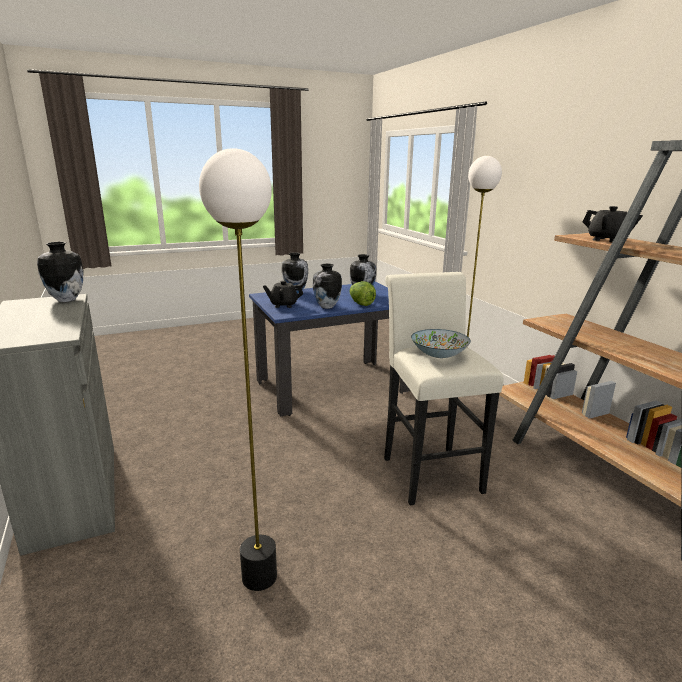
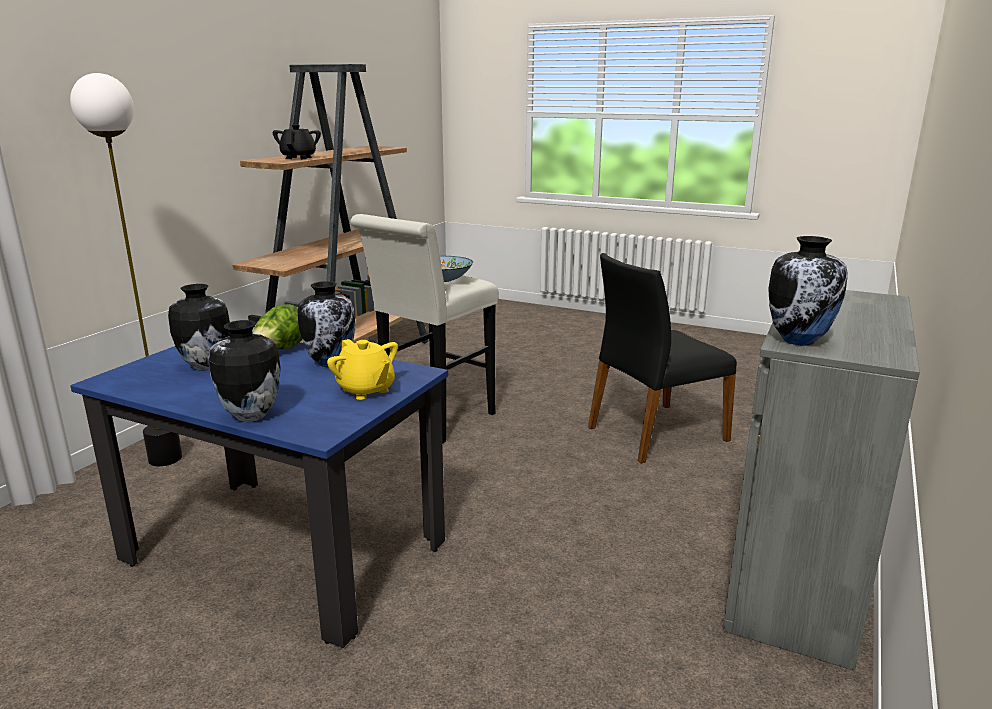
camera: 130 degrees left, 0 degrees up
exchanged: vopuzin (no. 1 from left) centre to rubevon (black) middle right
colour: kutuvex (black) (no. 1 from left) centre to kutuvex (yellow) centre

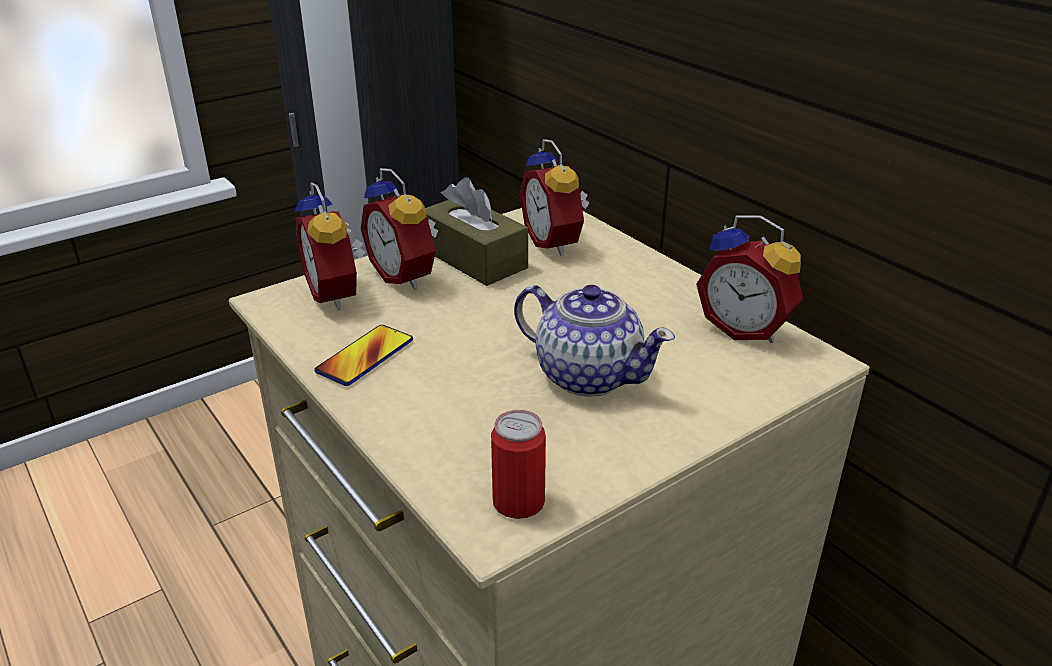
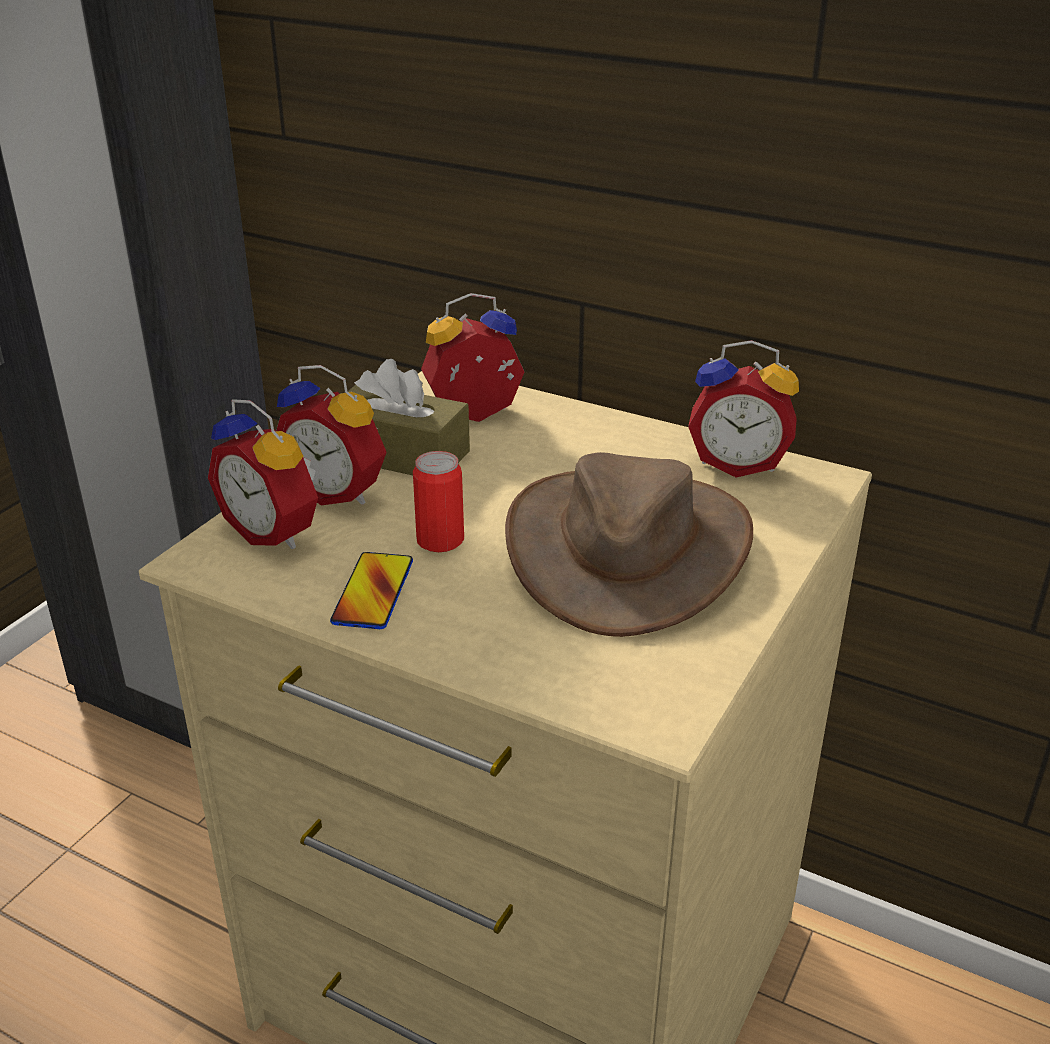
camera: 25 degrees left, 0 degrees up
relocated: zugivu bottom centre to centre
exchanged: kutuvex centre to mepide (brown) centre
spun: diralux (no. 3 from left) top centre = centre 120 degrees clockwise

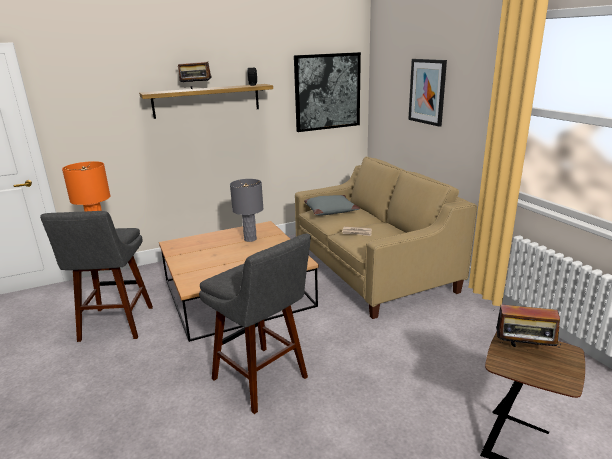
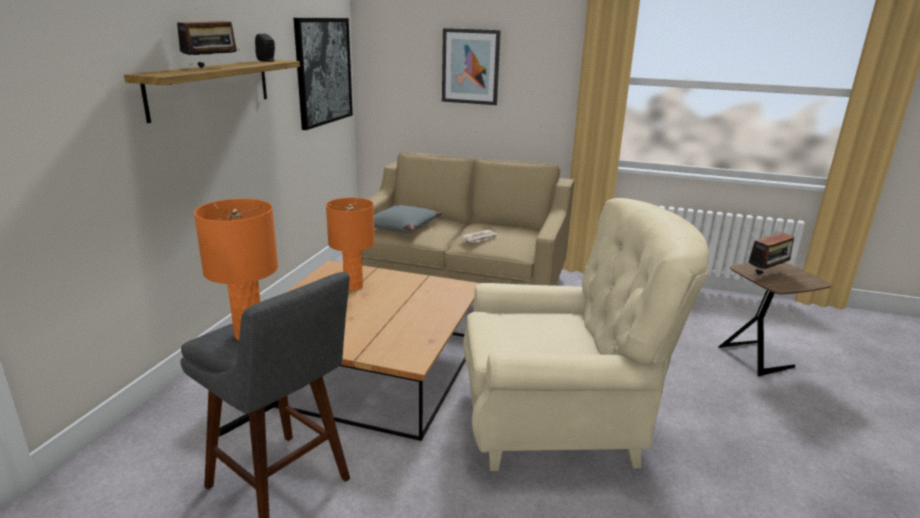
camera: 50 degrees left, 0 degrees up
exchanged: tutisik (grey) (no. 2 from left) bottom centre to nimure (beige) centre
colour: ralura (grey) centre to ralura (orange) (no. 2 from left) centre

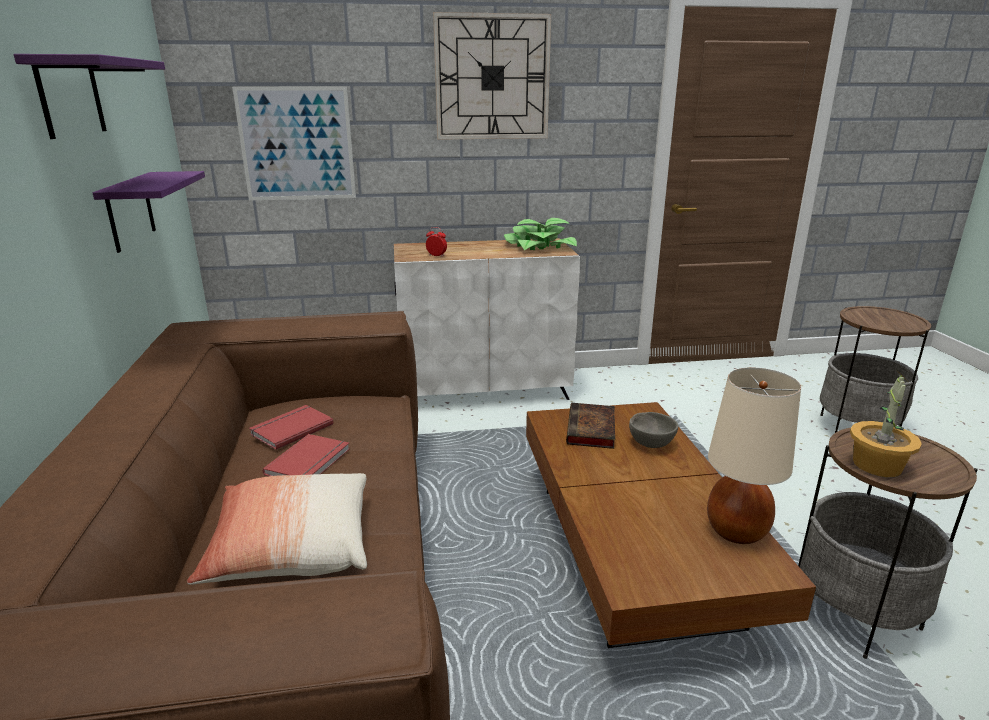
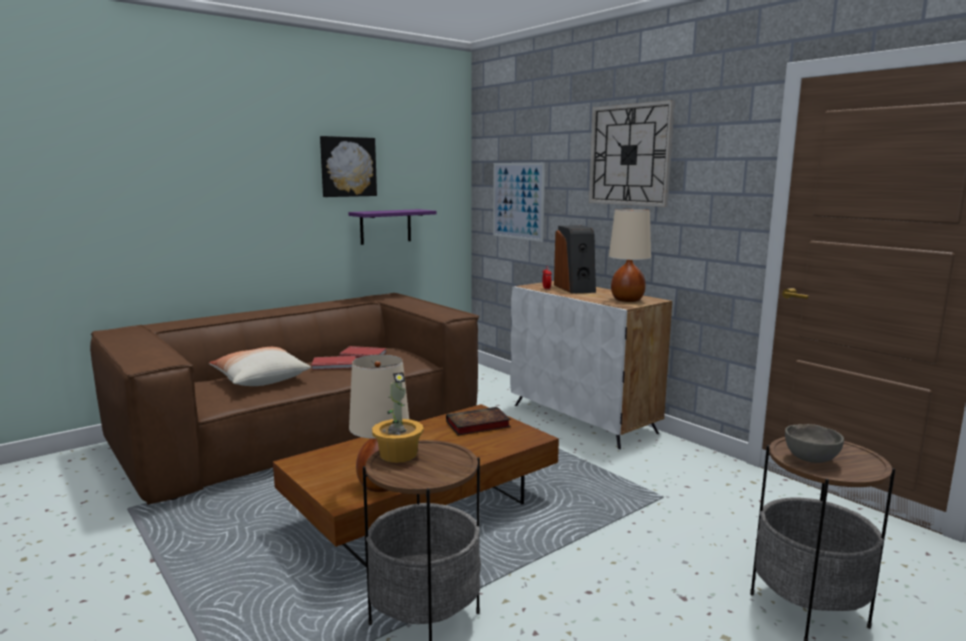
camera: 60 degrees right, 10 degrees down
appeared: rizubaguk centre
relocated: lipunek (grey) centre to bottom right
exchanged: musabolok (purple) (no. 1 from left) top left to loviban (no. 1 from left) top centre; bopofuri (no. 1 from left) top centre to ralura (beige) (no. 2 from left) centre

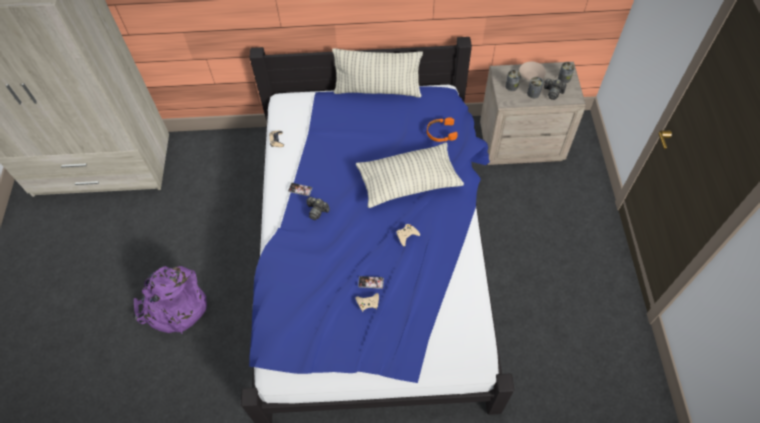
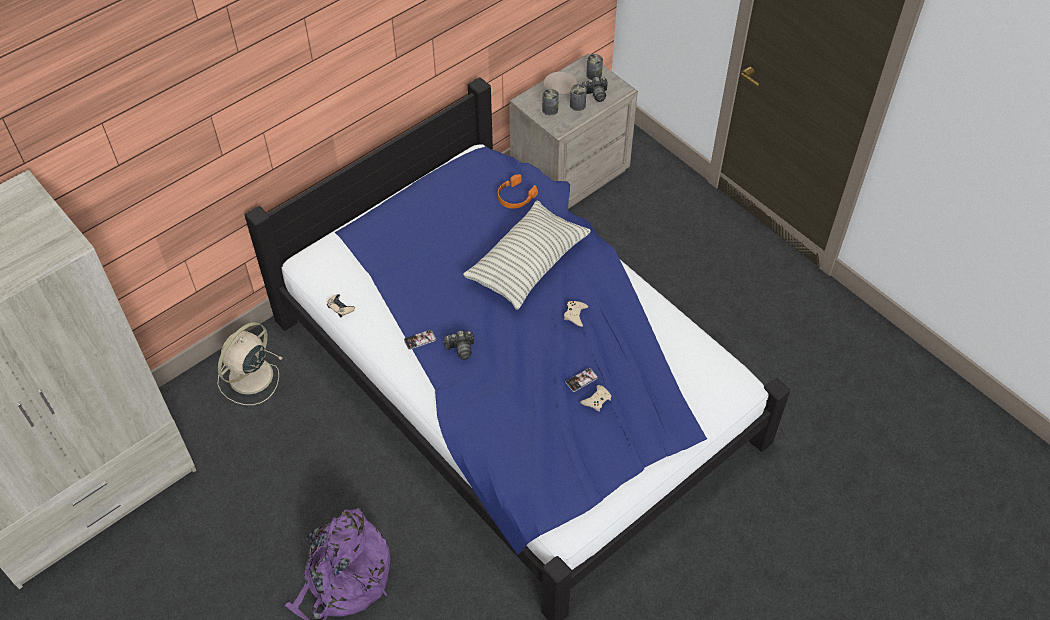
camera: 40 degrees left, 5 degrees down
missing: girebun (no. 1 from left) top centre
appeared: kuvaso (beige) middle left

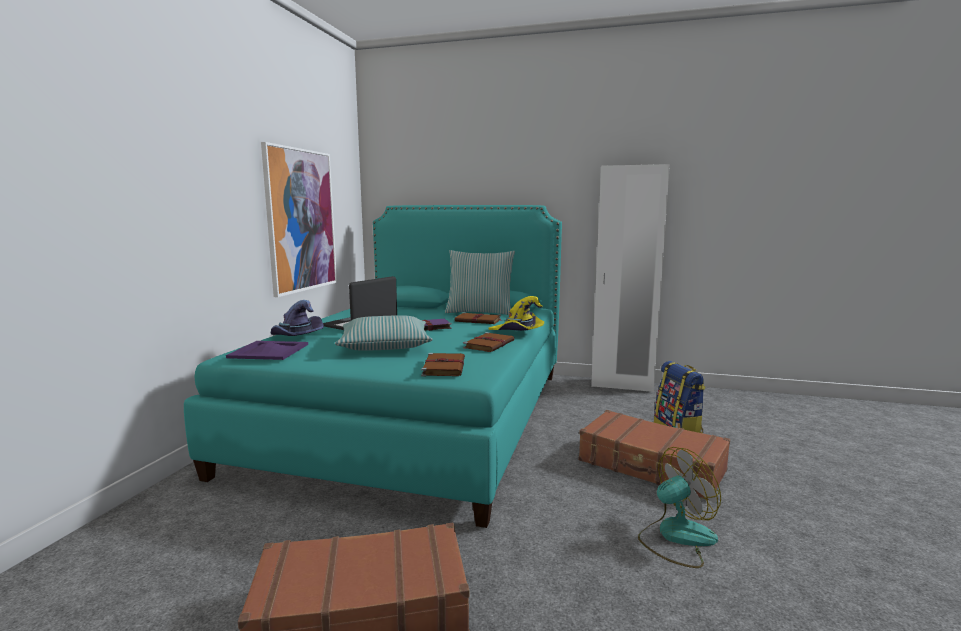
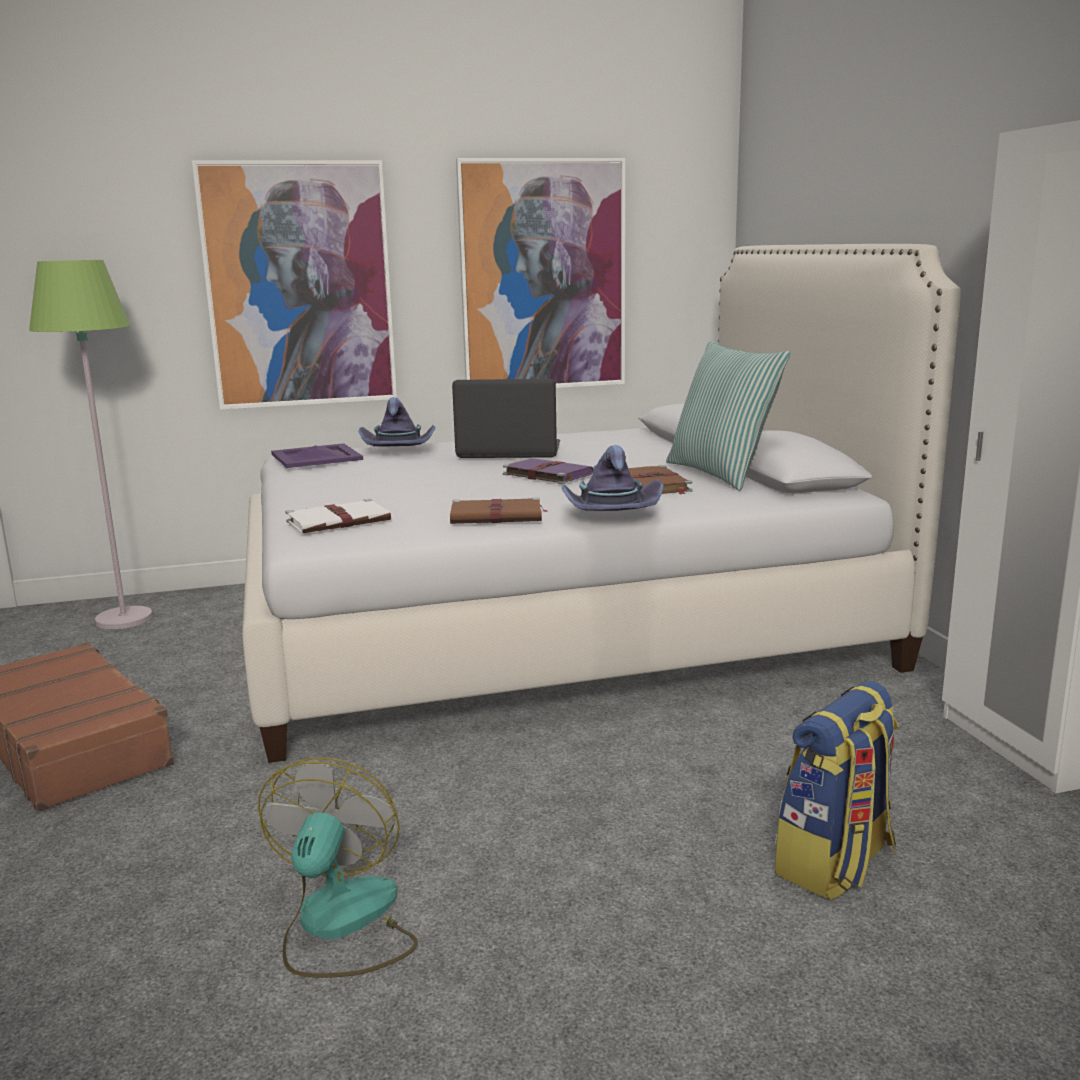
camera: 60 degrees right, 5 degrees up
missing: girebun (no. 1 from left) centre; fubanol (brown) (no. 2 from left) bottom right
appeared: loviban (no. 1 from left) top left; vopuzin (green) middle left
colour: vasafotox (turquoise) centre to vasafotox (white) centre; mepide (yellow) centre to mepide (purple) (no. 2 from left) centre; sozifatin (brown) (no. 1 from left) centre to sozifatin (white) middle left
spun: kuvaso bottom right = bottom left 120 degrees counterclockwise

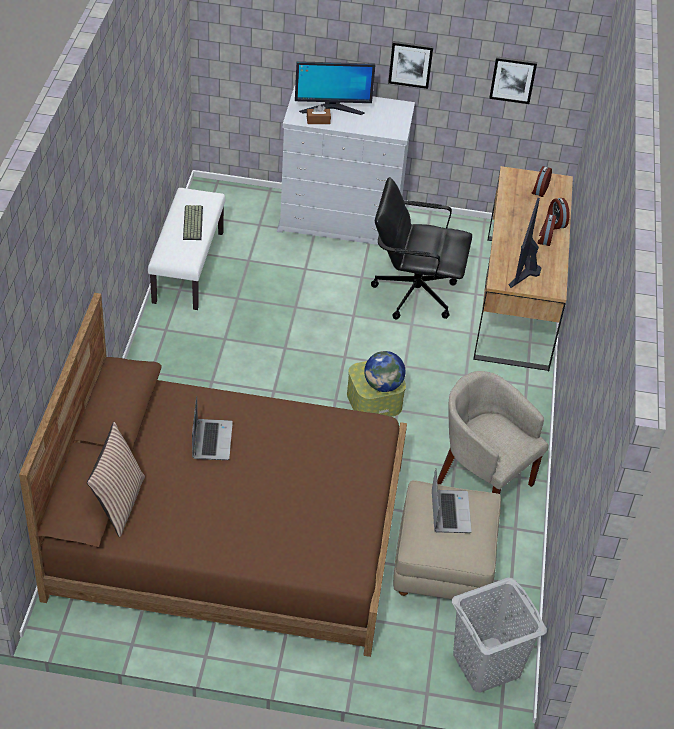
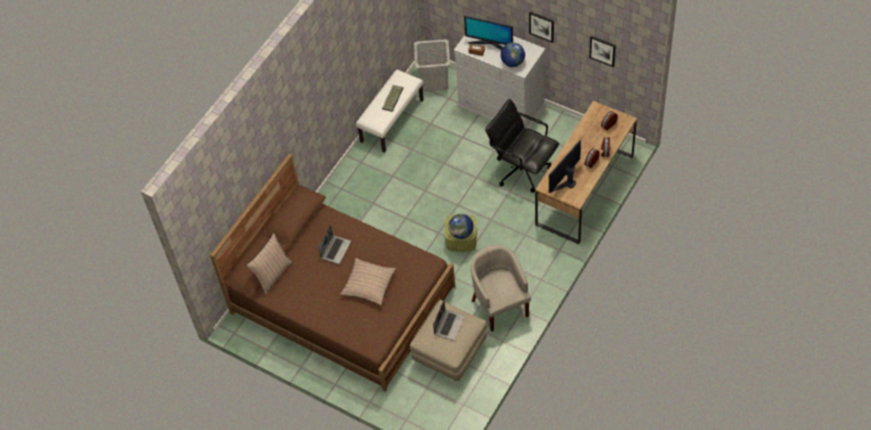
camera: 30 degrees right, 10 degrees up
appeared: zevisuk (no. 2 from left) top centre; girebun (no. 2 from left) centre
relocated: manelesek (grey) bottom right to top centre

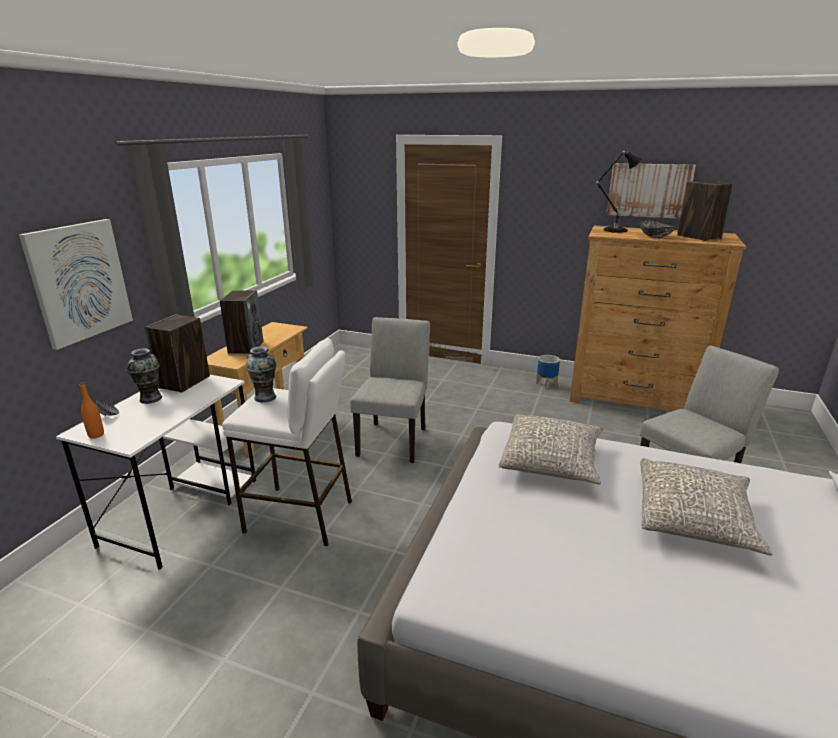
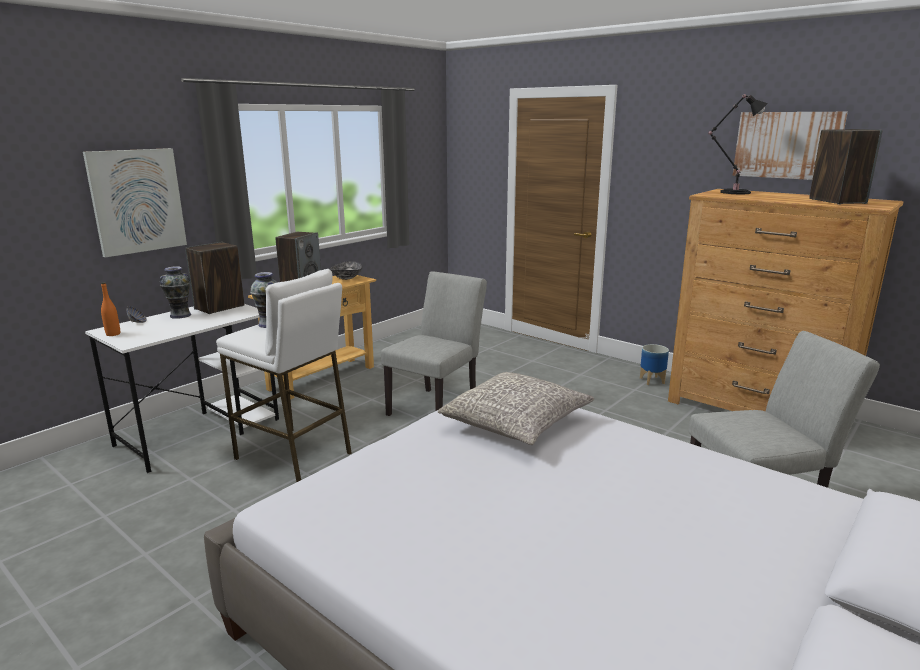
camera: 20 degrees right, 5 degrees down
missing: girebun (grey) (no. 2 from left) bottom right
relocated: lipunek (no. 2 from left) top right to centre

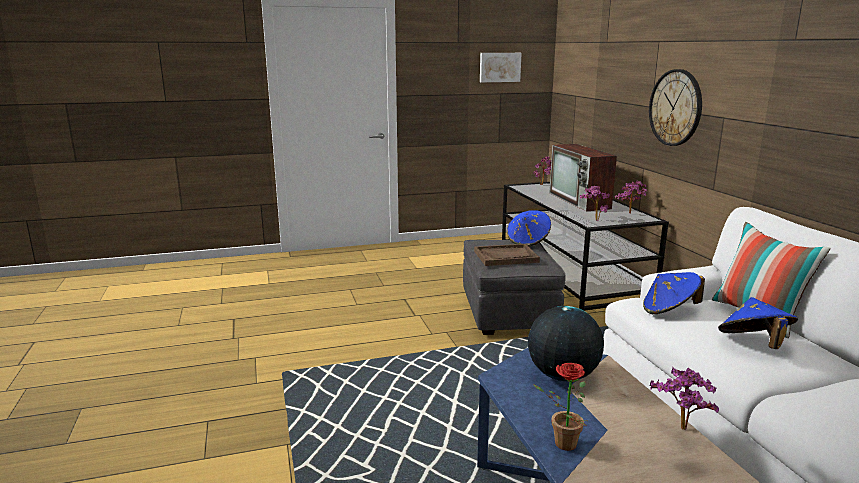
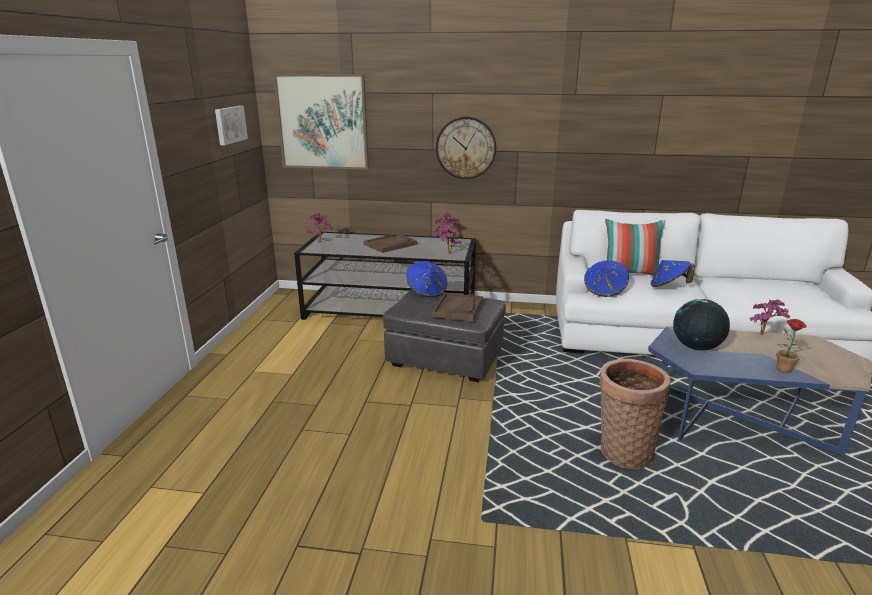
camera: 65 degrees left, 5 degrees up
appeared: loviban (no. 2 from left) top centre; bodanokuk bottom right
exchanged: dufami middle right to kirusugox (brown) (no. 1 from left) centre

